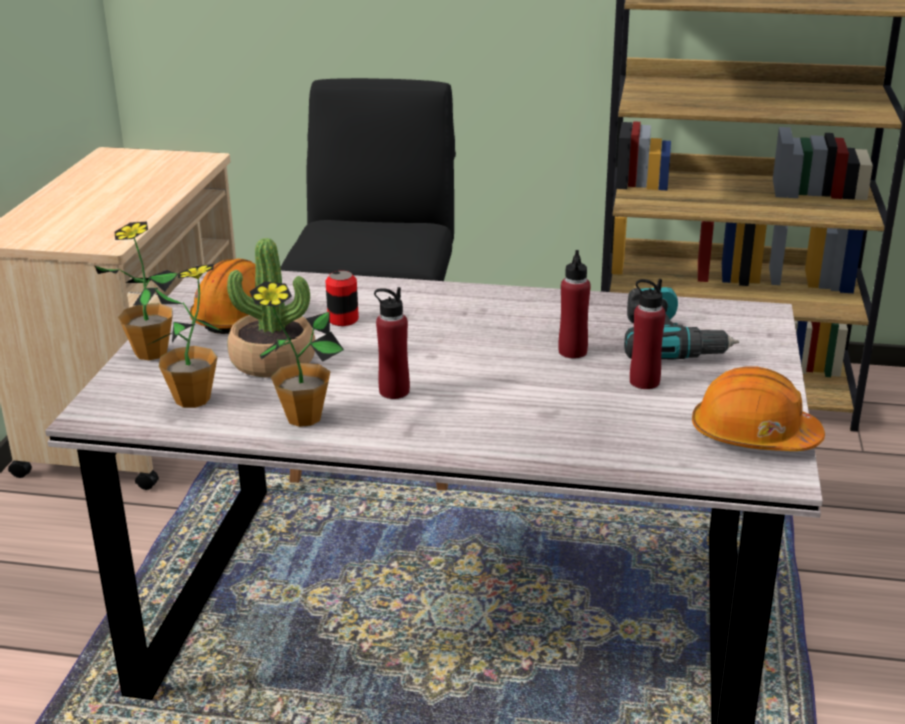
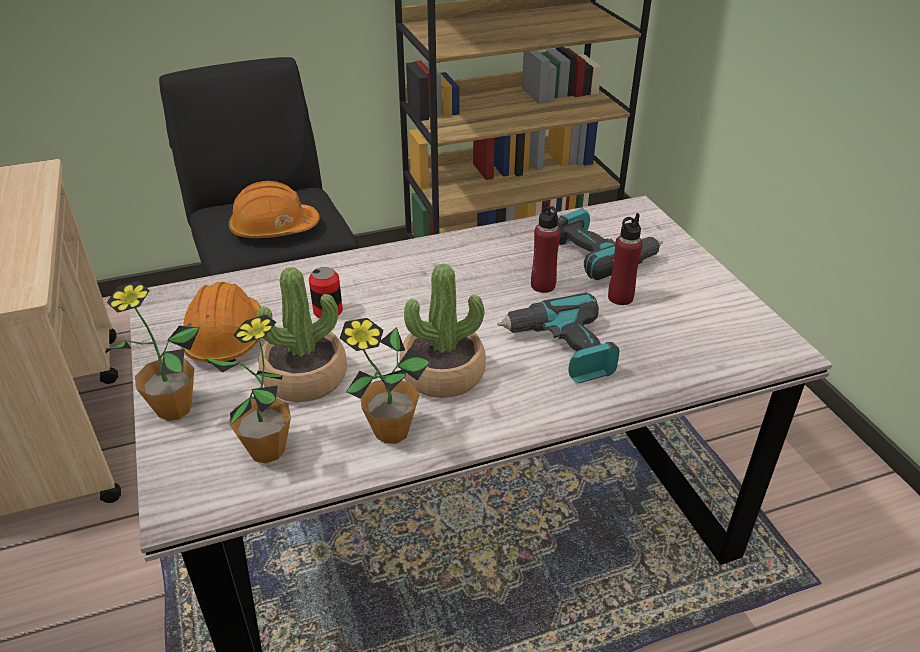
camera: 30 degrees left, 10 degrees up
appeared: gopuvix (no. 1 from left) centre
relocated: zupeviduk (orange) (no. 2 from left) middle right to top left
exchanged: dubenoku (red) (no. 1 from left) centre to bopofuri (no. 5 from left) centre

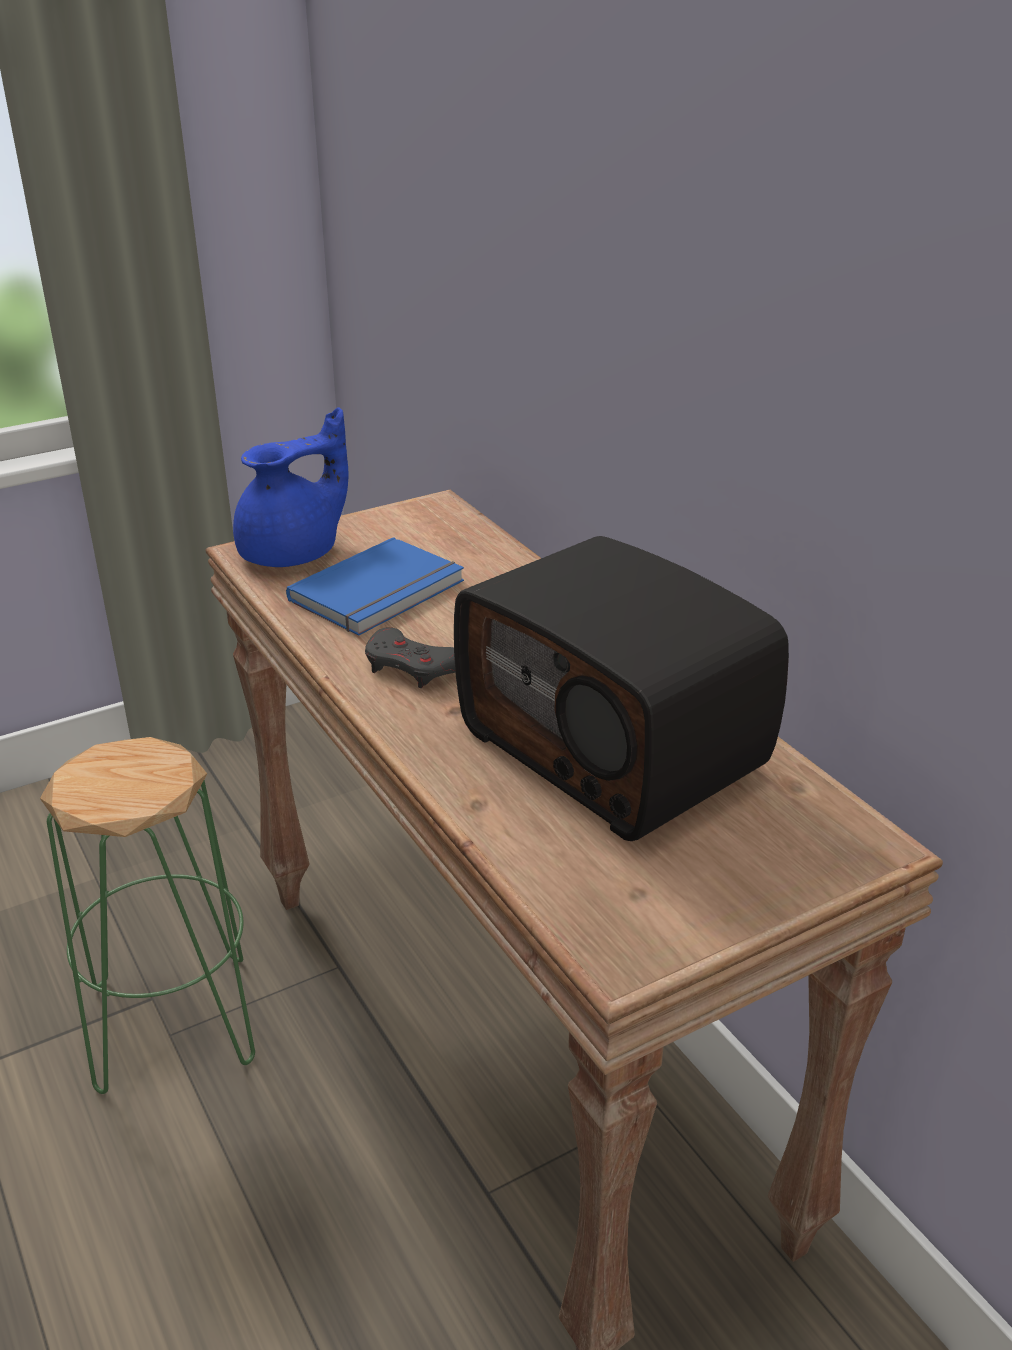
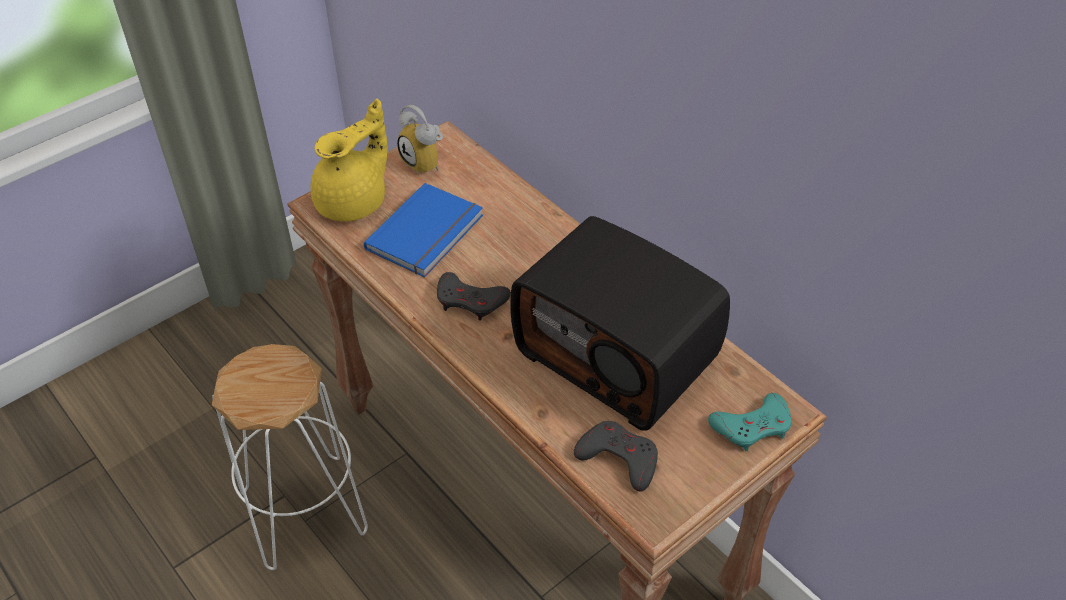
camera: 10 degrees left, 15 degrees up
appeared: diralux top centre; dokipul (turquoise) bottom right; dokipul (grey) (no. 2 from left) bottom centre
colour: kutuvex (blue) middle left to kutuvex (yellow) top left; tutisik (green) bottom left to tutisik (white) bottom left

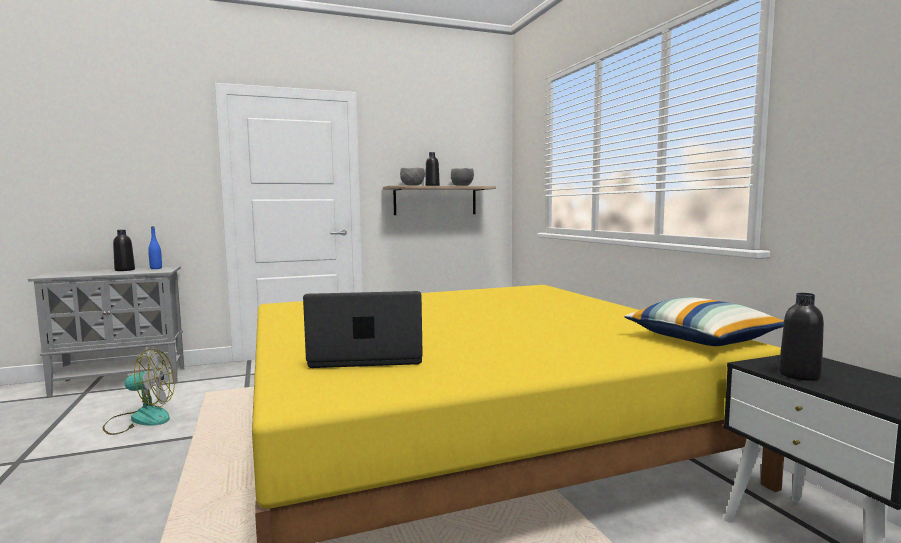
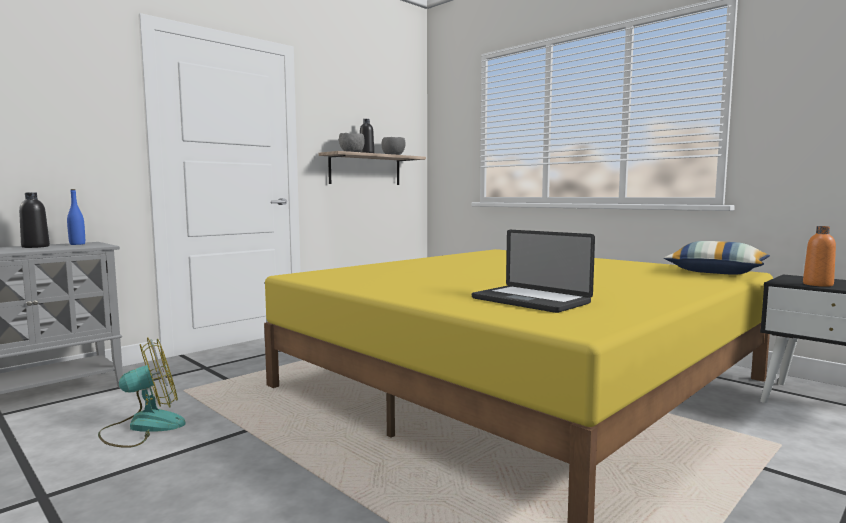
camera: 25 degrees left, 0 degrees up
colour: dubenoku (black) (no. 3 from left) middle right to dubenoku (orange) middle right
spun: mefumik centre = centre 105 degrees counterclockwise

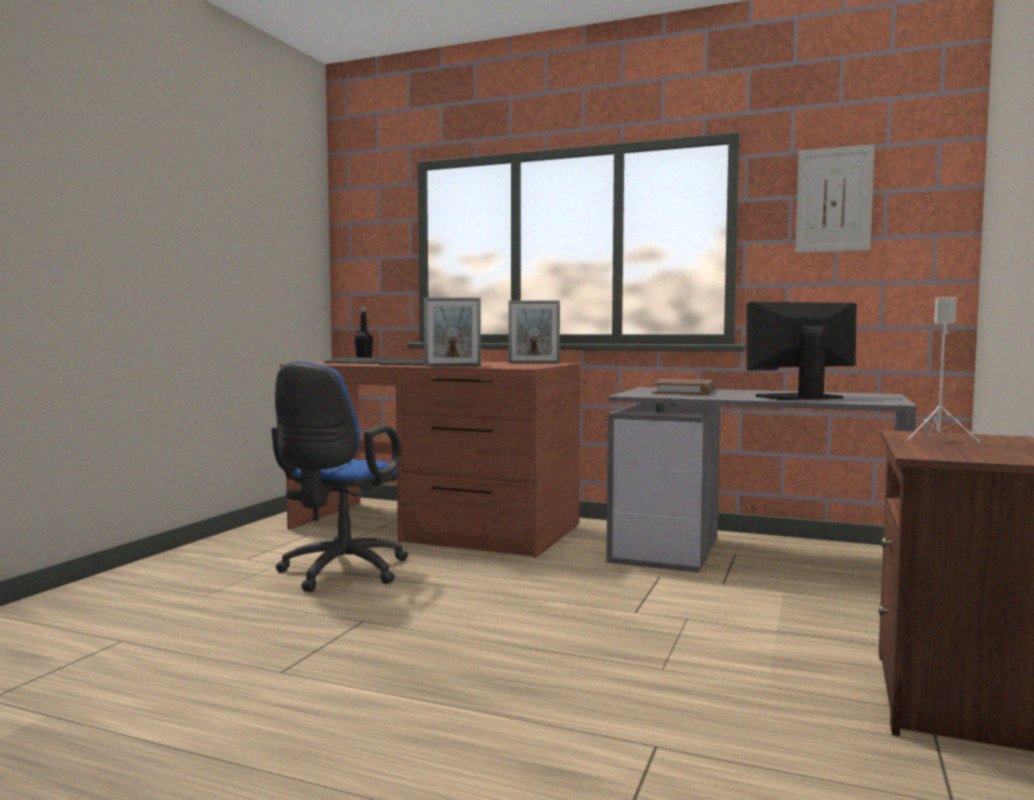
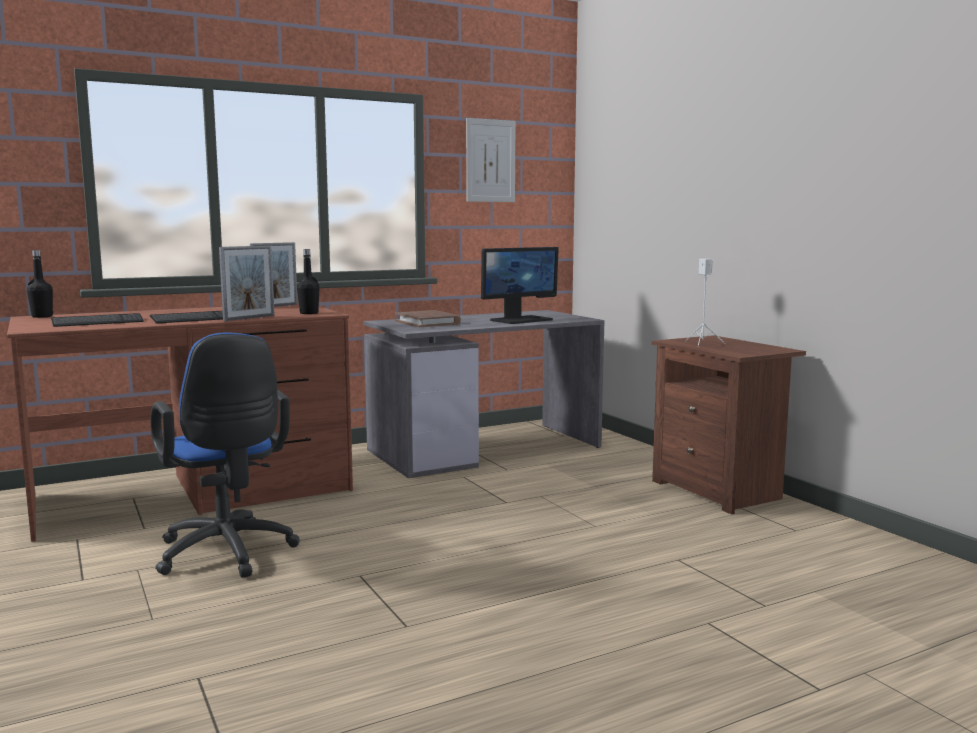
camera: 50 degrees left, 5 degrees up
appeared: dubenoku (black) (no. 2 from left) middle left
spun: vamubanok middle right = centre 150 degrees counterclockwise

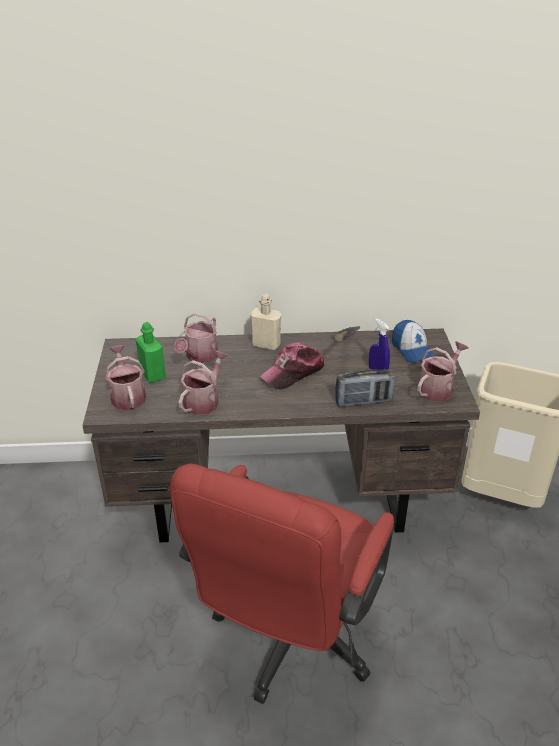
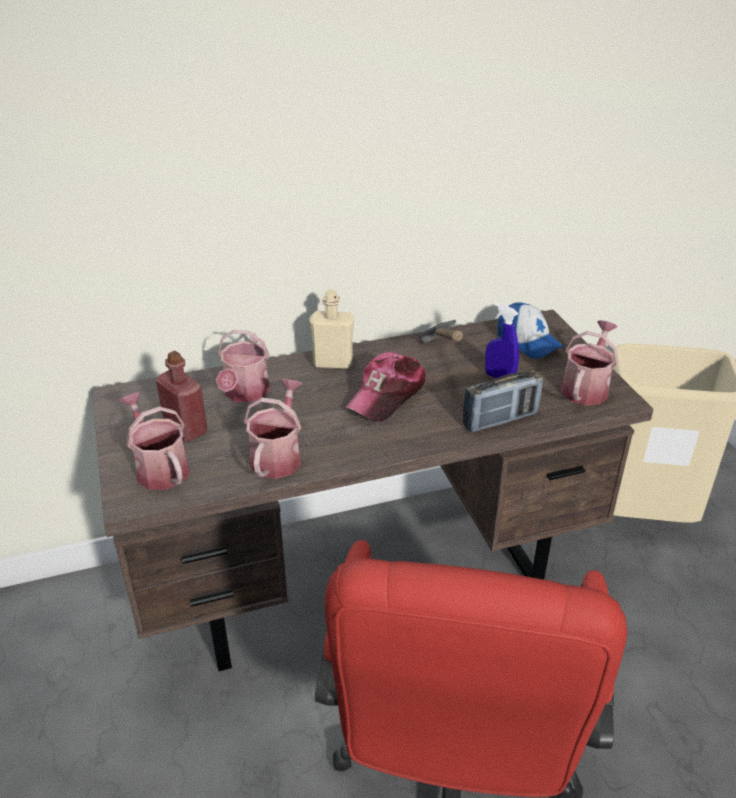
camera: 15 degrees left, 0 degrees up
colour: dubenoku (green) middle left to dubenoku (red) middle left

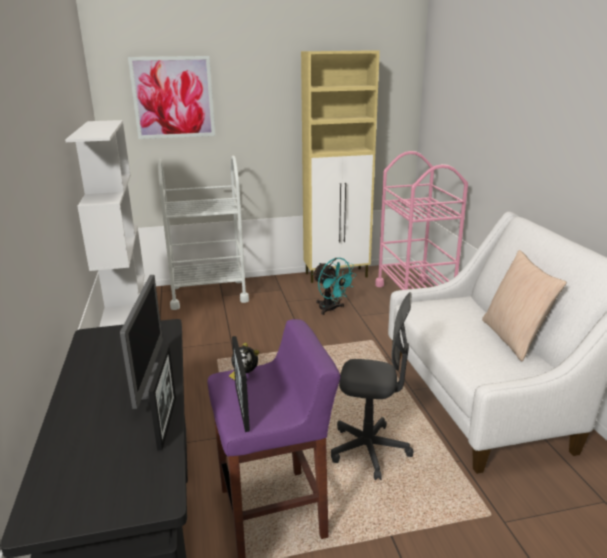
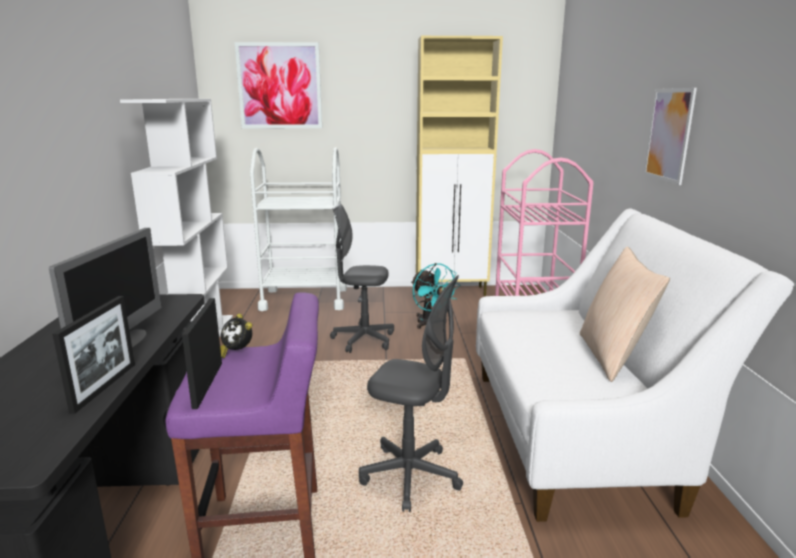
camera: 10 degrees right, 5 degrees down
appeared: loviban (no. 2 from left) top right; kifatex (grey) (no. 1 from left) centre

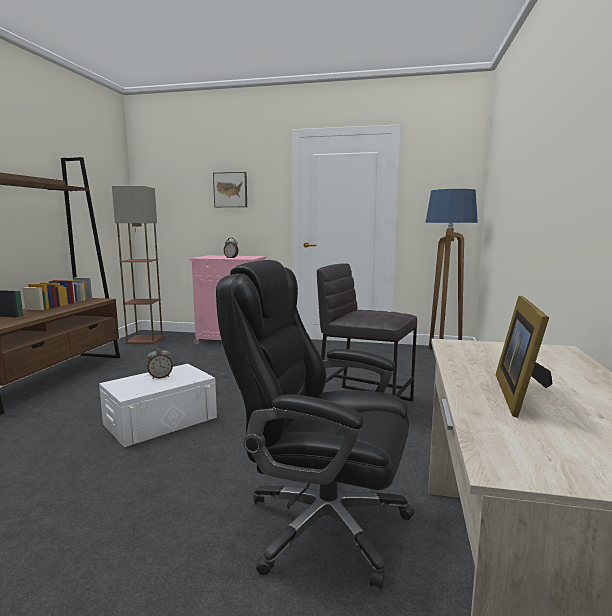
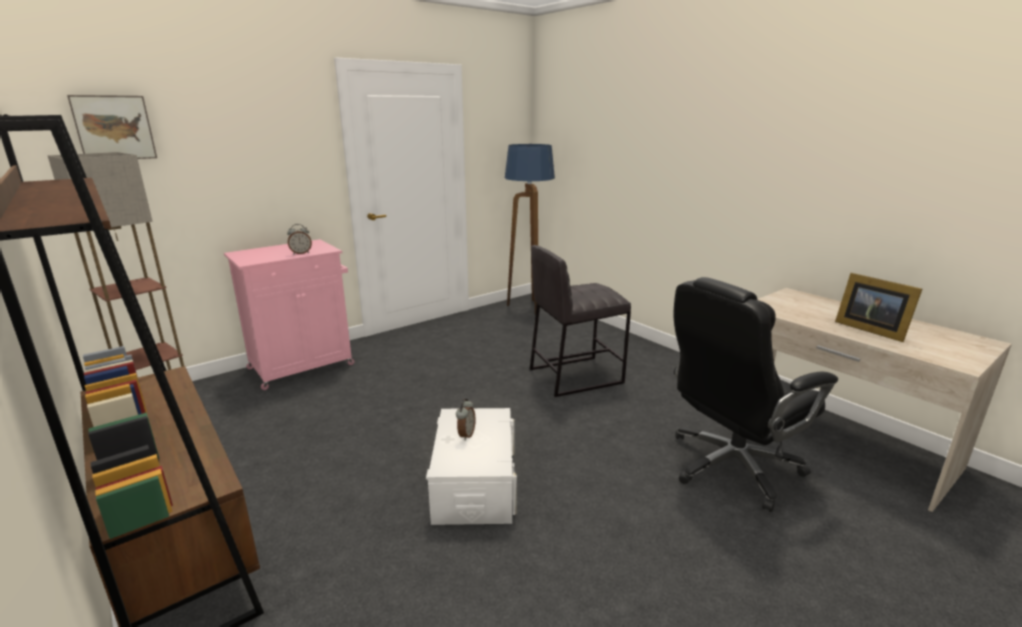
camera: 50 degrees left, 10 degrees up
relocated: loviban top centre to top left

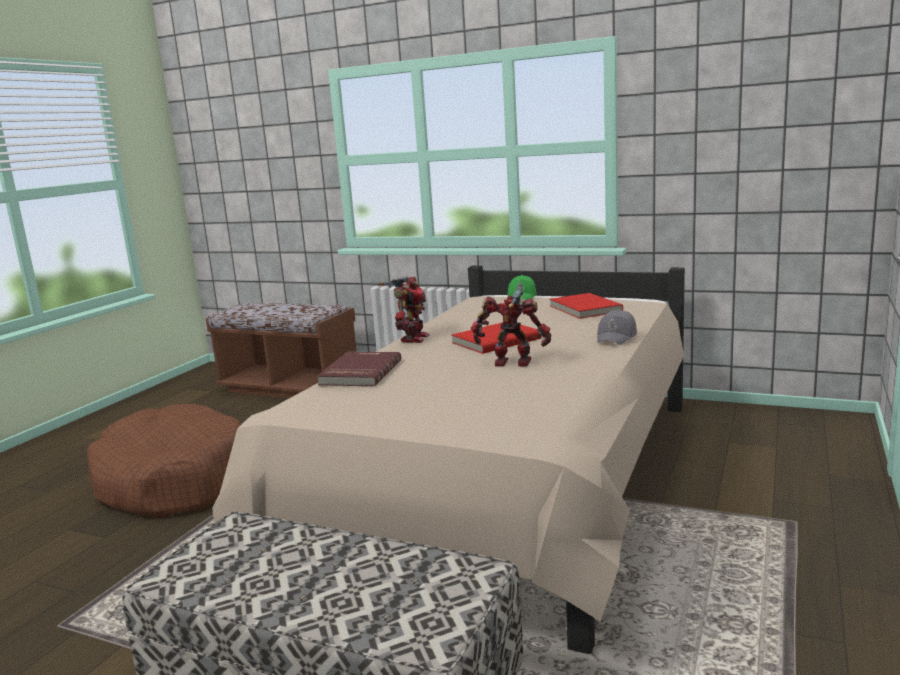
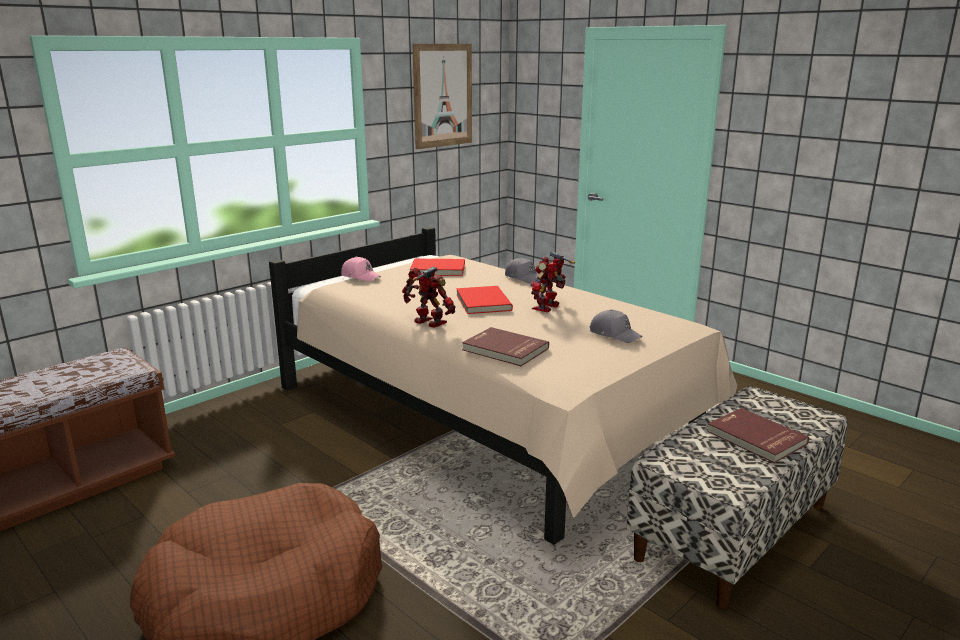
camera: 70 degrees left, 5 degrees up
appeared: loviban top centre; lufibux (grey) (no. 2 from left) centre; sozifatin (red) (no. 4 from left) bottom right
colour: lufibux (green) centre to lufibux (pink) centre

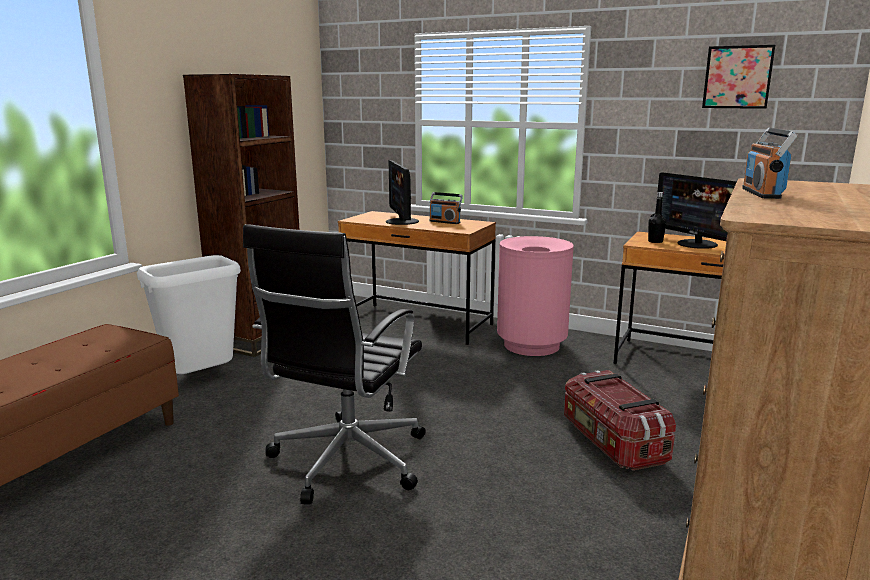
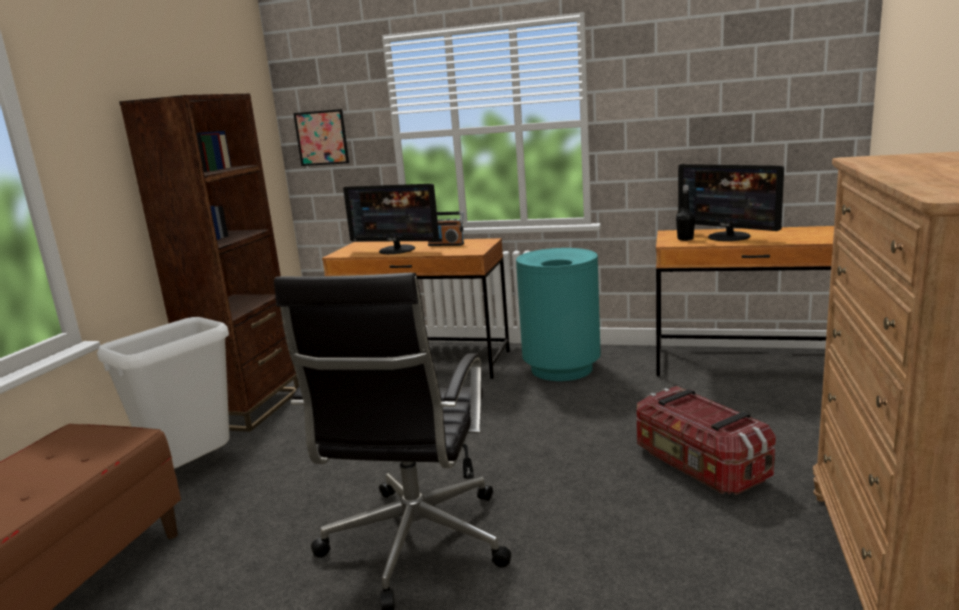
camera: 10 degrees left, 0 degrees up
missing: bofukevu (no. 2 from left) top right
relocated: loviban top right to top centre
colour: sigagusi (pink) centre to sigagusi (turquoise) centre
spun: vamubanok (no. 1 from left) top centre = centre 45 degrees counterclockwise

